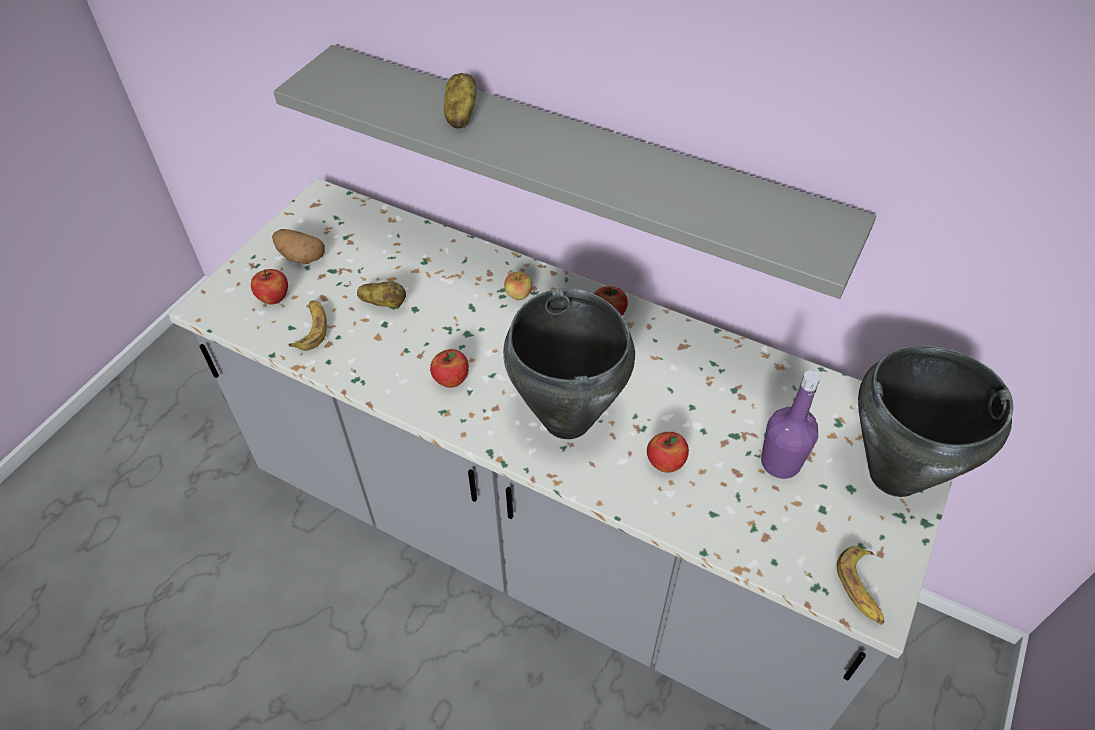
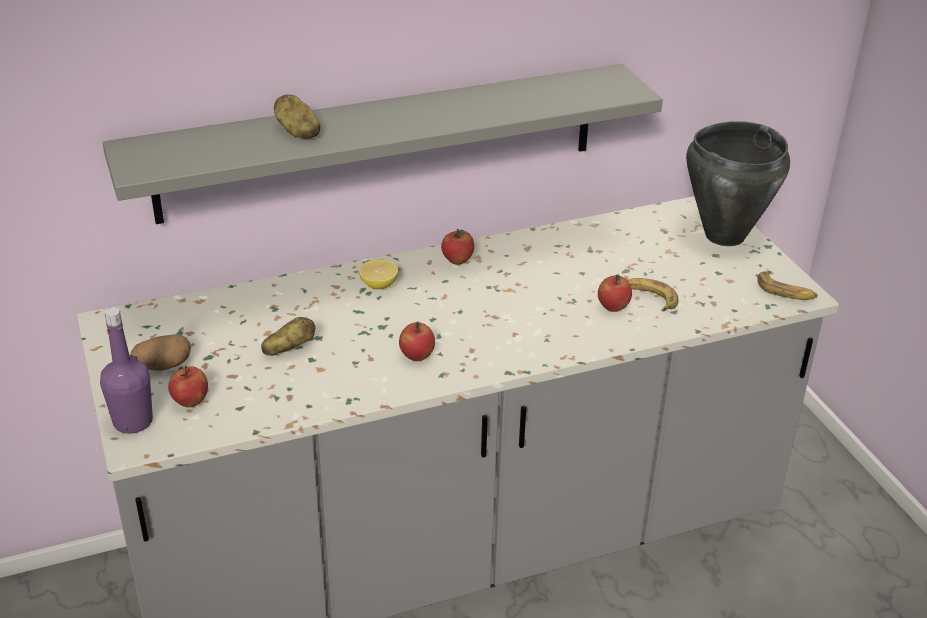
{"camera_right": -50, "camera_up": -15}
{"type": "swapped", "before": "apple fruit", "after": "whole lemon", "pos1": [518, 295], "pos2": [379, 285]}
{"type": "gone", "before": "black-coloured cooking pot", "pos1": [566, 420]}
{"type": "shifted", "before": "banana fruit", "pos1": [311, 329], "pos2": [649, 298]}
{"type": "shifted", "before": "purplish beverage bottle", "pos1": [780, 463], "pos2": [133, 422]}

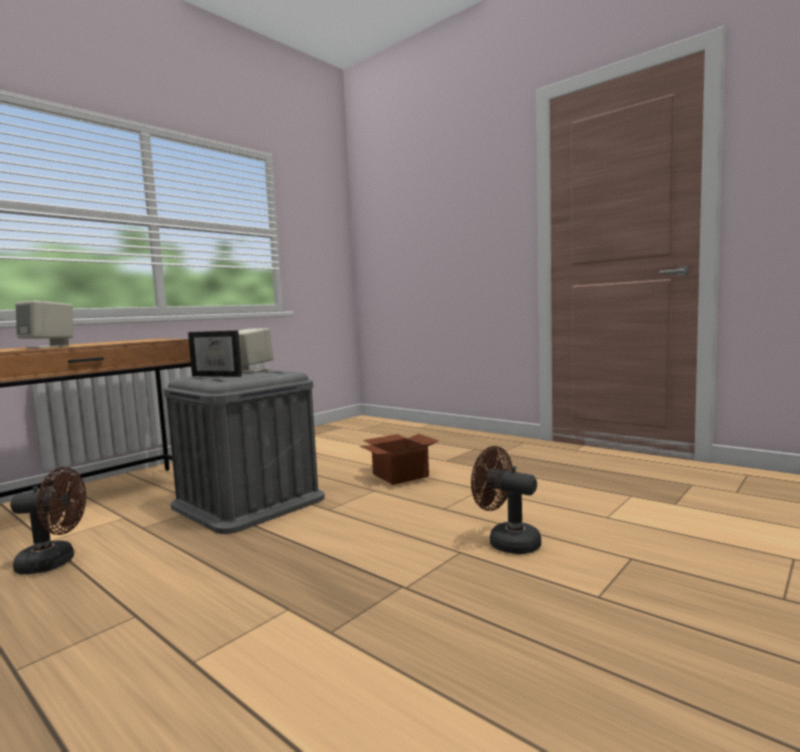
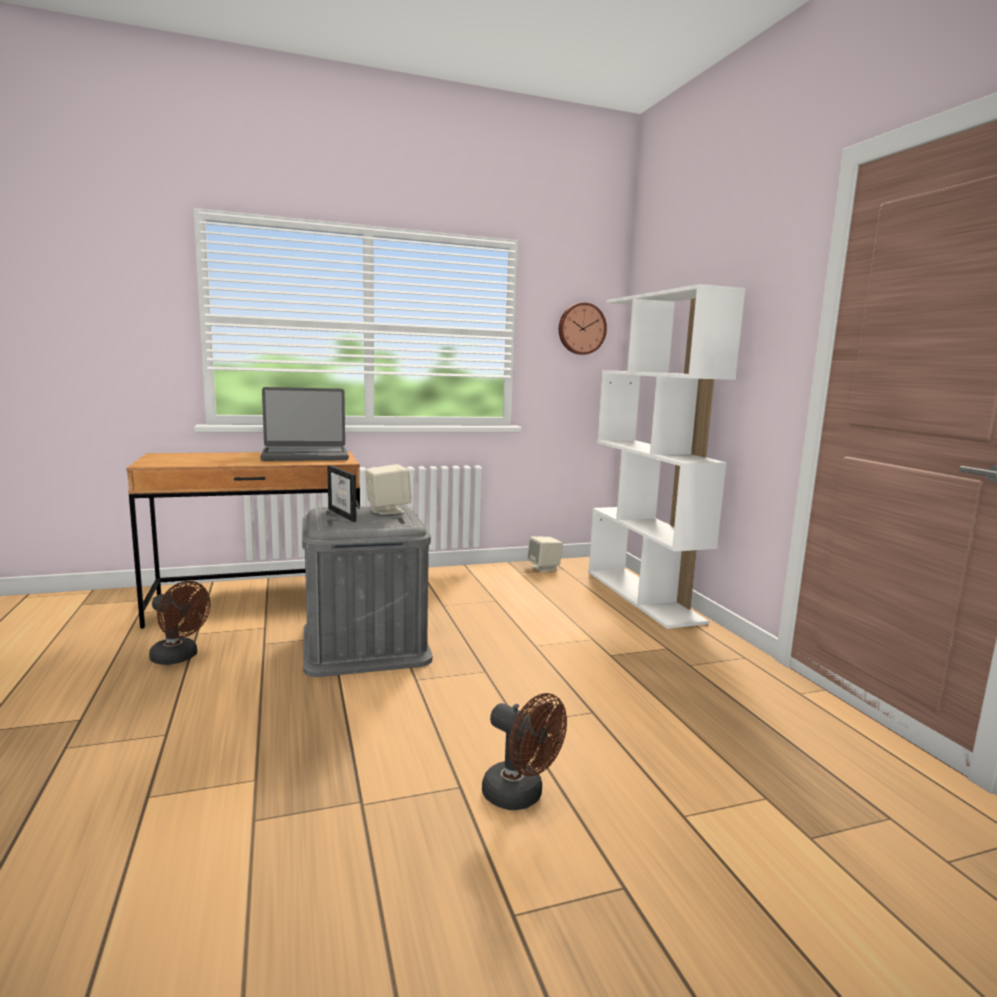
{"camera_right": 30, "camera_up": 5}
{"type": "shifted", "before": "beige speaker", "pos1": [48, 347], "pos2": [544, 568]}
{"type": "gone", "before": "packing box", "pos1": [400, 475]}
{"type": "rotated", "before": "brownish fan", "pos1": [506, 542], "pos2": [520, 796], "turn": 150}
{"type": "new", "after": "whitish shelving unit", "pos2": [644, 596]}
{"type": "new", "after": "wall clock", "pos2": [581, 329]}
{"type": "new", "after": "portable computer", "pos2": [305, 456]}

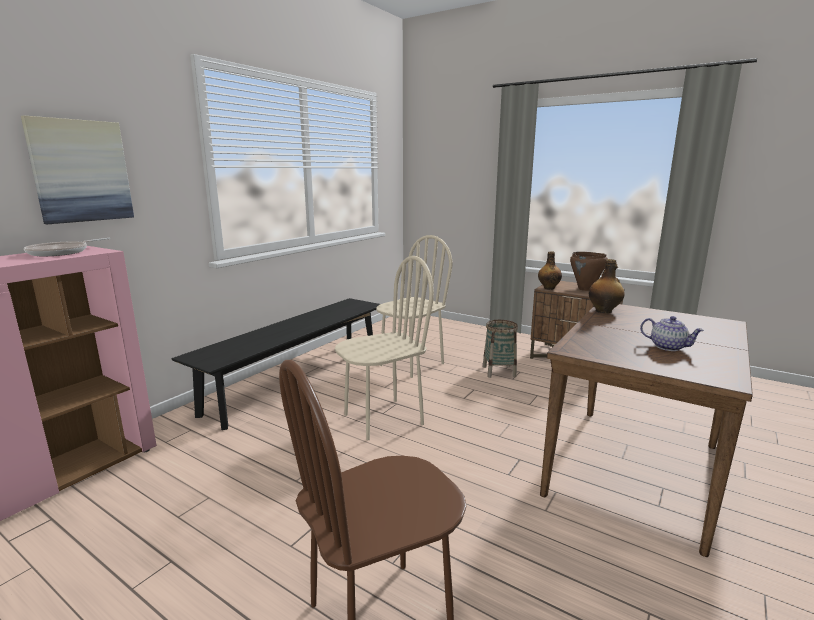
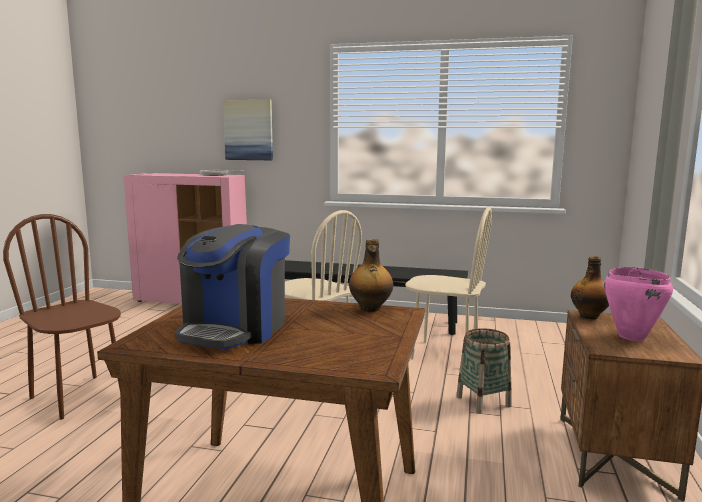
{"camera_right": 70, "camera_up": -5}
{"type": "repainted", "before": "brownish cooking pot", "after": "pinkish cooking pot", "pos1": [585, 289], "pos2": [631, 336]}
{"type": "swapped", "before": "teapot", "after": "coffee brewer", "pos1": [668, 347], "pos2": [235, 329]}

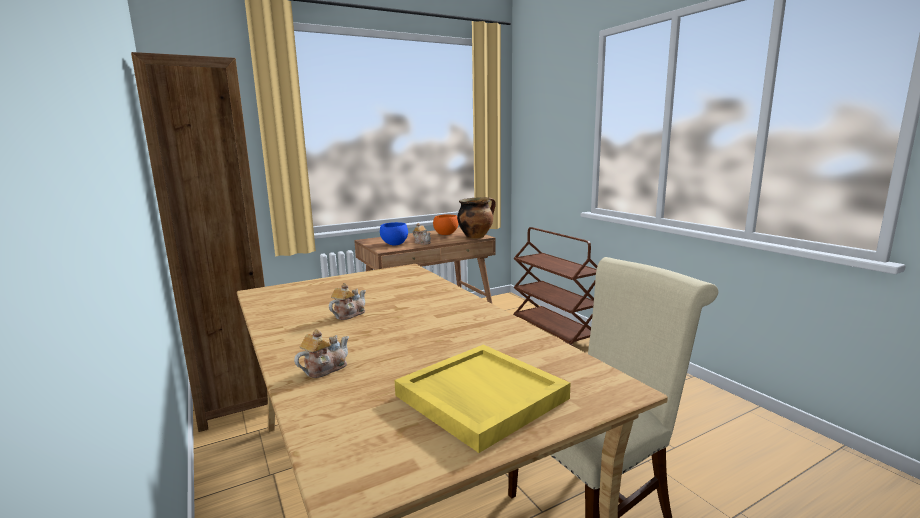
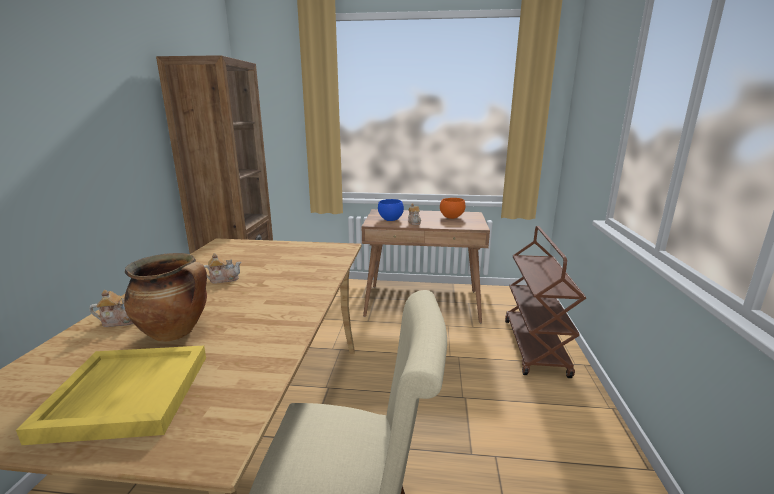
{"camera_right": 35, "camera_up": 5}
{"type": "shifted", "before": "cooking pot", "pos1": [476, 236], "pos2": [176, 332]}

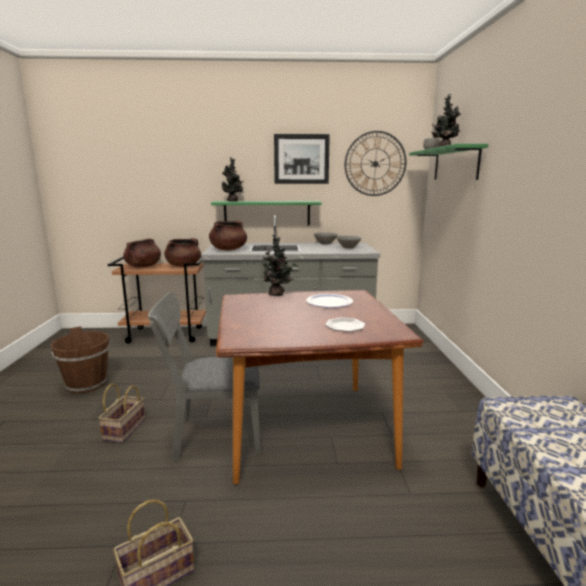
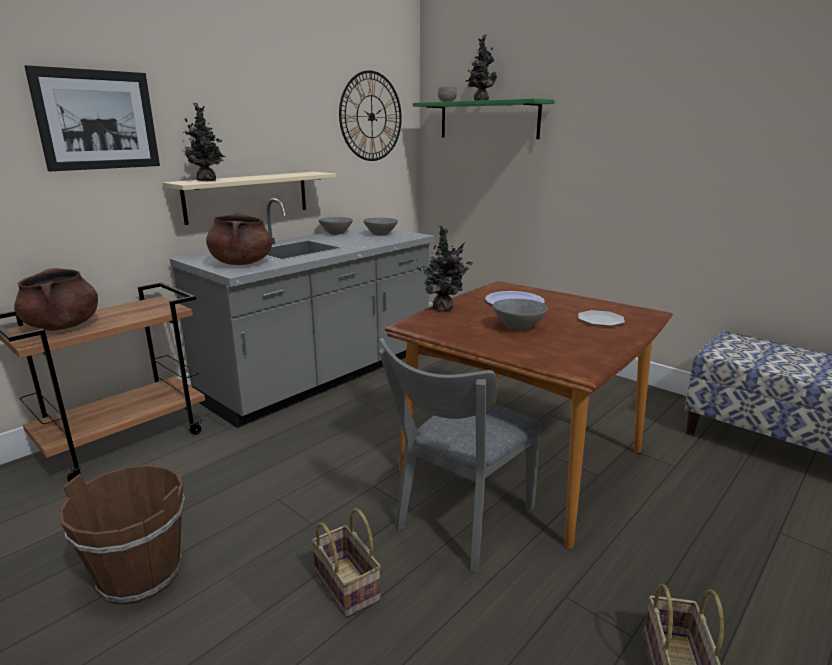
{"camera_right": -45, "camera_up": 5}
{"type": "shifted", "before": "wall picture", "pos1": [301, 159], "pos2": [97, 120]}
{"type": "repainted", "before": "green bracket shelf", "after": "beige bracket shelf", "pos1": [267, 213], "pos2": [248, 196]}
{"type": "gone", "before": "brownish cooking pot", "pos1": [183, 266]}
{"type": "new", "after": "grey deep dish", "pos2": [519, 327]}

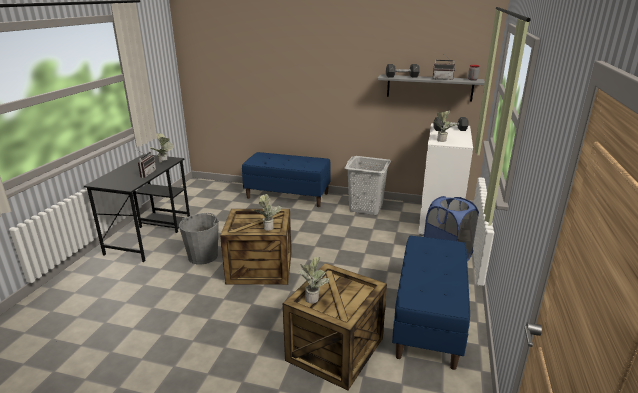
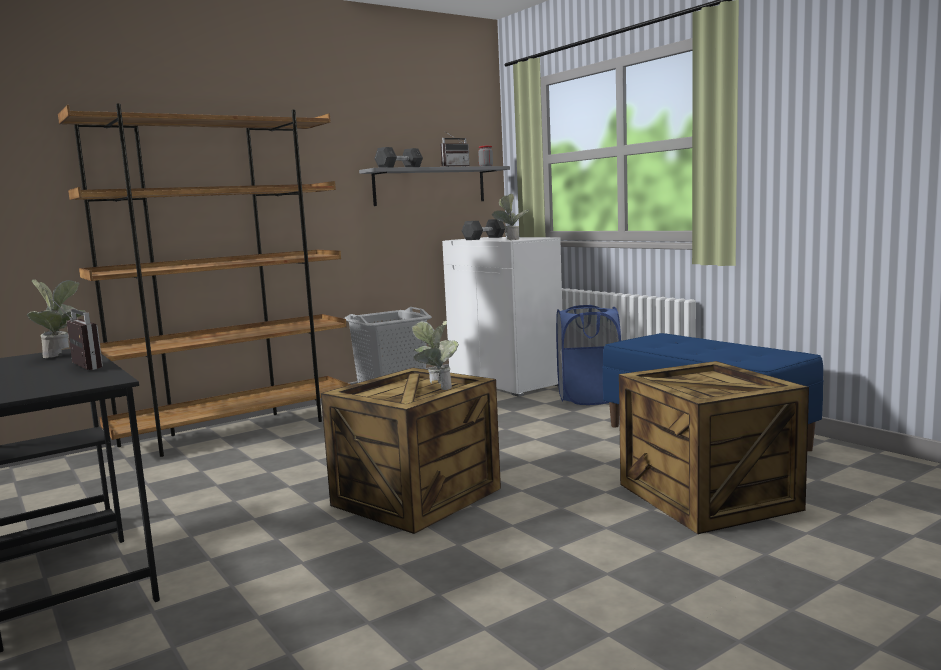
{"camera_right": -50, "camera_up": -15}
{"type": "swapped", "before": "blue long seat", "after": "brownish shelving unit", "pos1": [288, 195], "pos2": [236, 430]}
{"type": "gone", "before": "grey pail", "pos1": [203, 256]}
{"type": "gone", "before": "houseplant", "pos1": [313, 297]}

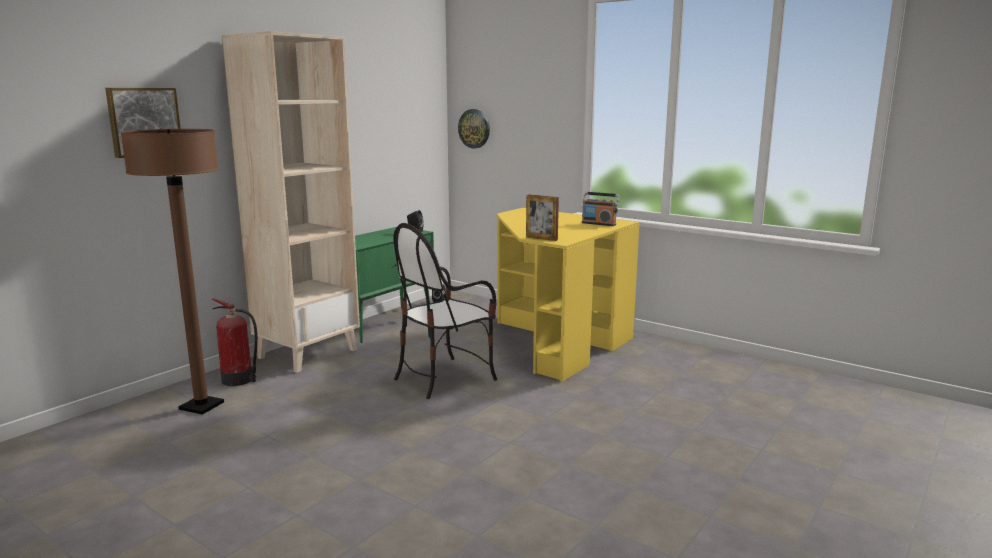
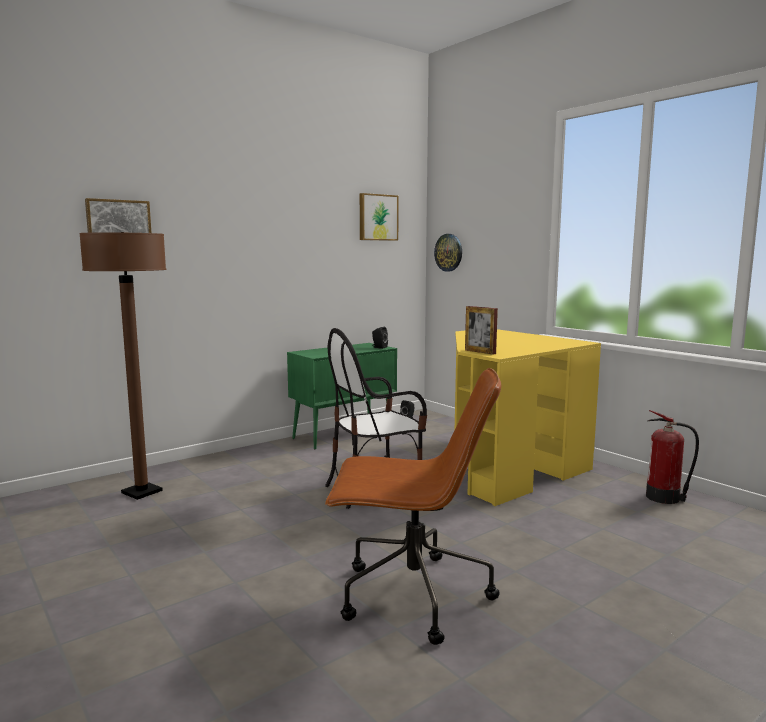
{"camera_right": 15, "camera_up": -5}
{"type": "gone", "before": "beige shelving unit", "pos1": [308, 353]}
{"type": "gone", "before": "radio set", "pos1": [599, 224]}
{"type": "shifted", "before": "fire extinguisher", "pos1": [239, 380], "pos2": [665, 498]}
{"type": "new", "after": "wall picture", "pos2": [377, 217]}
{"type": "new", "after": "brownish office chair", "pos2": [411, 596]}

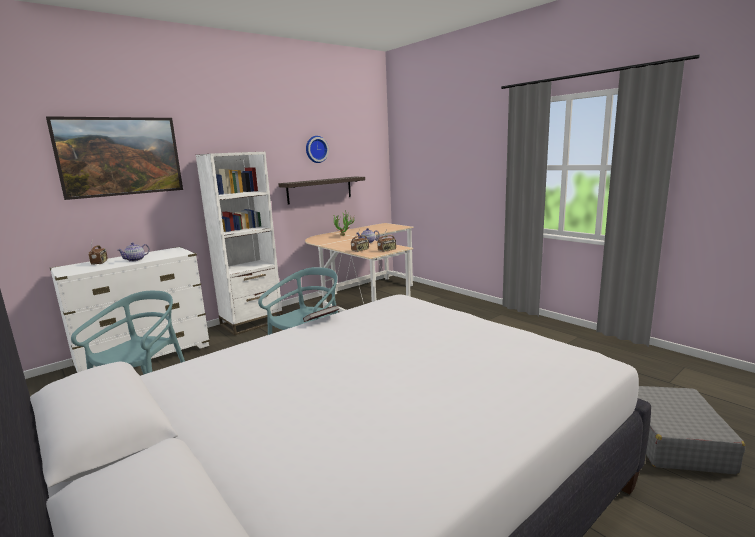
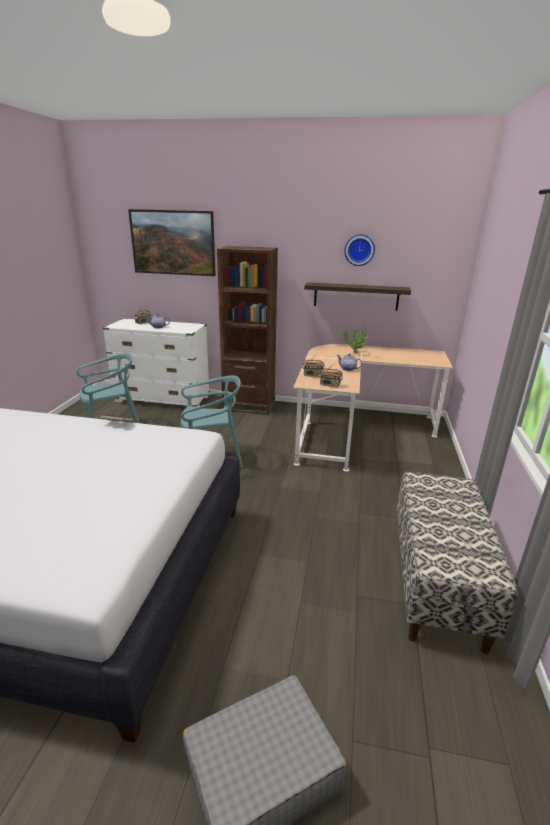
{"camera_right": 50, "camera_up": 10}
{"type": "repainted", "before": "whitish shelving unit", "after": "brownish shelving unit", "pos1": [252, 323], "pos2": [249, 406]}
{"type": "new", "after": "long seat", "pos2": [437, 581]}

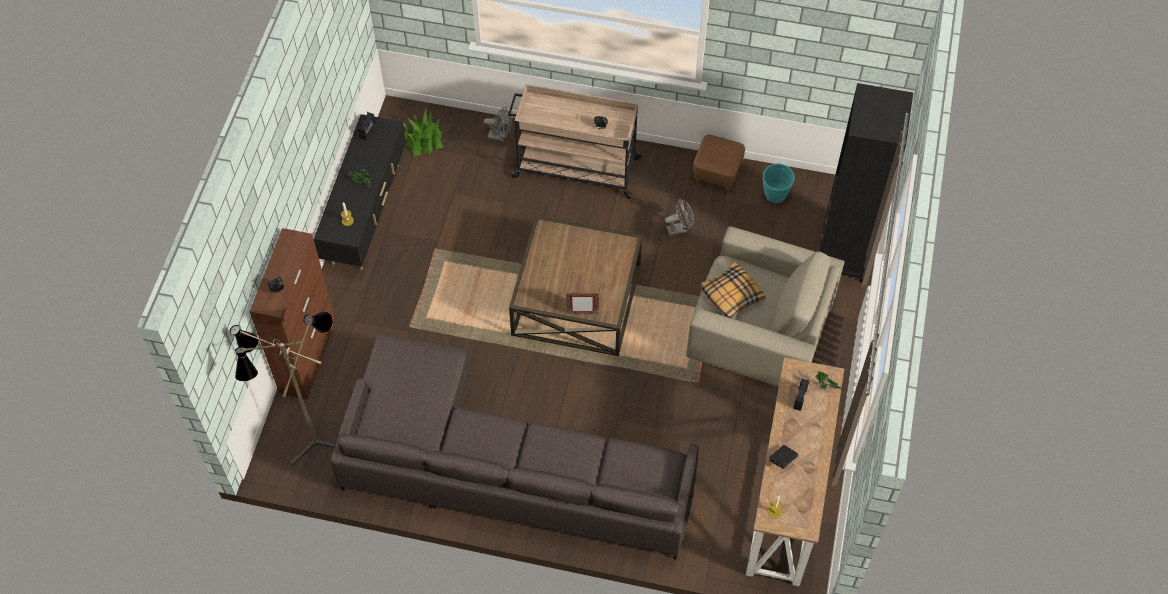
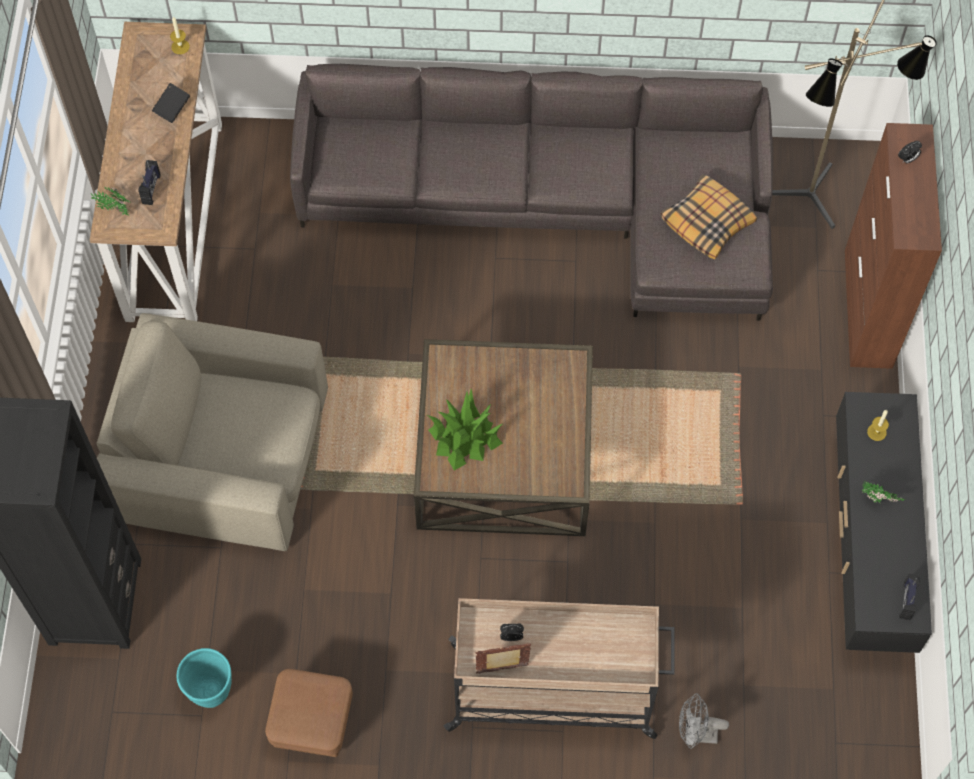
{"camera_right": 170, "camera_up": 5}
{"type": "shifted", "before": "houseplant", "pos1": [424, 140], "pos2": [464, 437]}
{"type": "gone", "before": "grey fan", "pos1": [679, 228]}
{"type": "shifted", "before": "cushion", "pos1": [731, 295], "pos2": [708, 222]}
{"type": "shifted", "before": "photo frame", "pos1": [582, 314], "pos2": [502, 669]}

